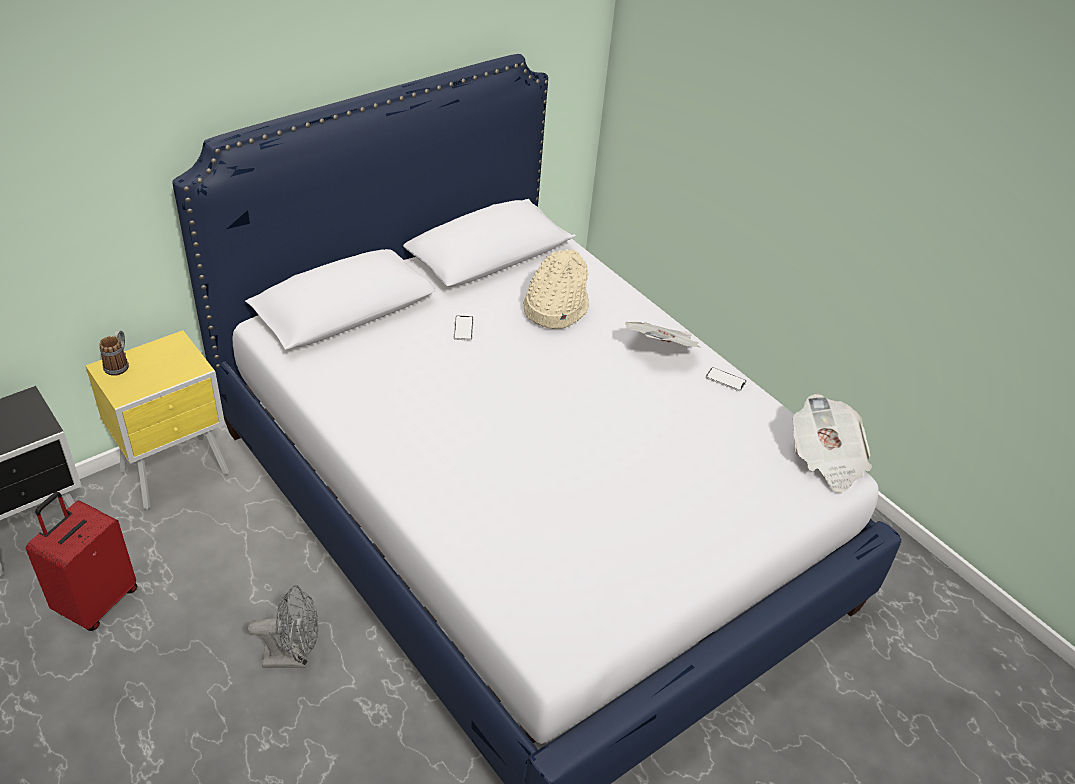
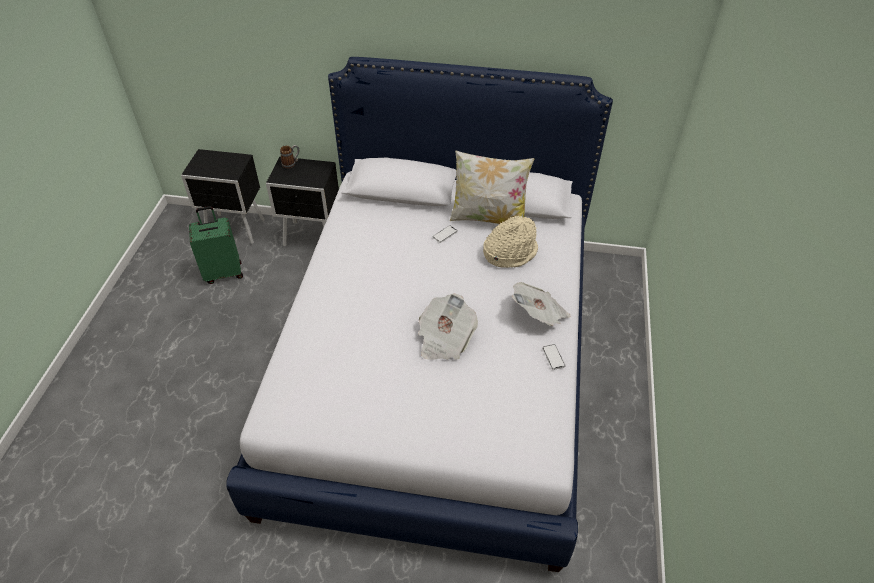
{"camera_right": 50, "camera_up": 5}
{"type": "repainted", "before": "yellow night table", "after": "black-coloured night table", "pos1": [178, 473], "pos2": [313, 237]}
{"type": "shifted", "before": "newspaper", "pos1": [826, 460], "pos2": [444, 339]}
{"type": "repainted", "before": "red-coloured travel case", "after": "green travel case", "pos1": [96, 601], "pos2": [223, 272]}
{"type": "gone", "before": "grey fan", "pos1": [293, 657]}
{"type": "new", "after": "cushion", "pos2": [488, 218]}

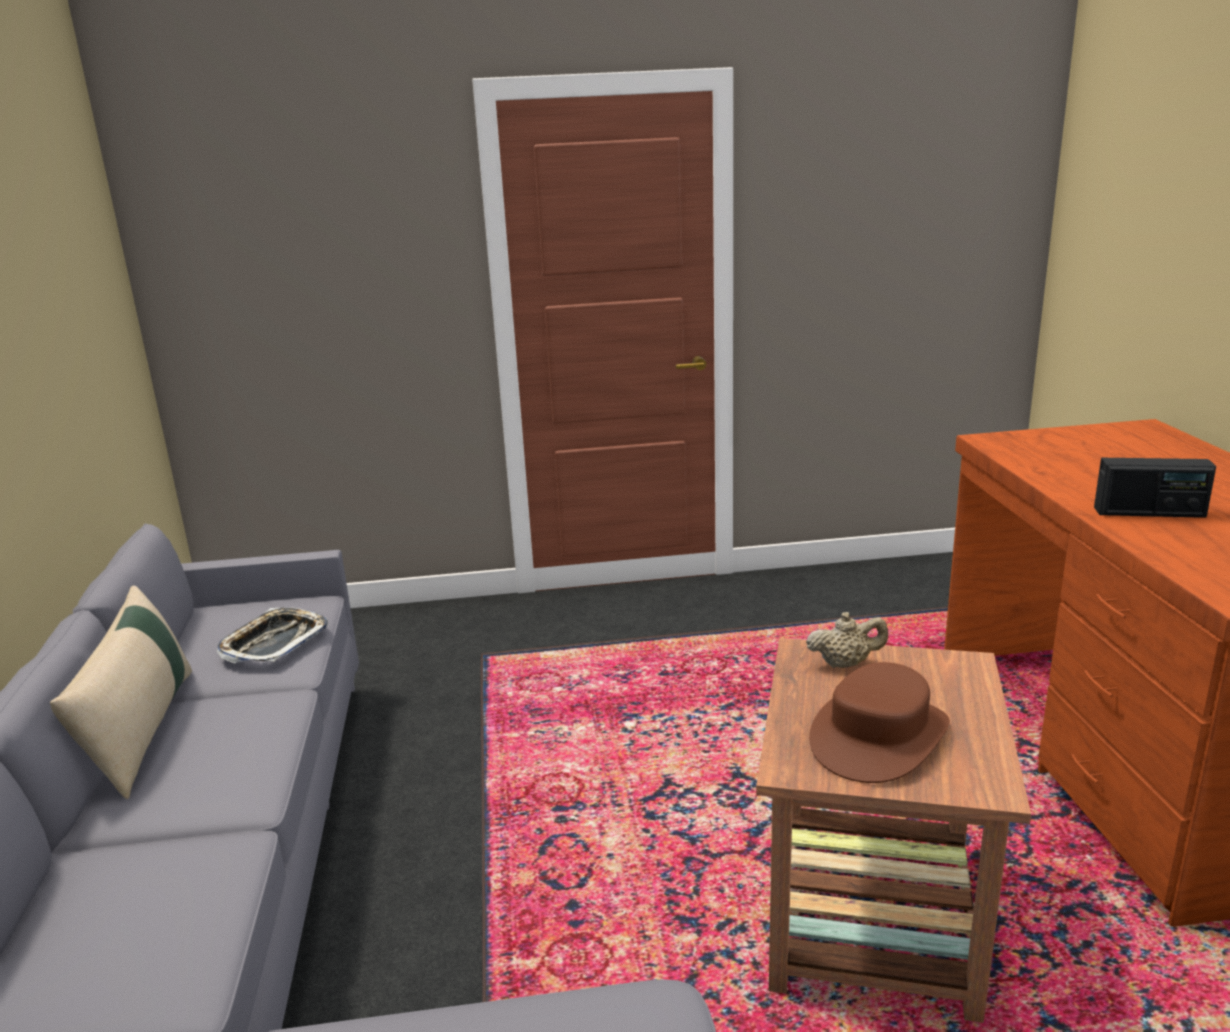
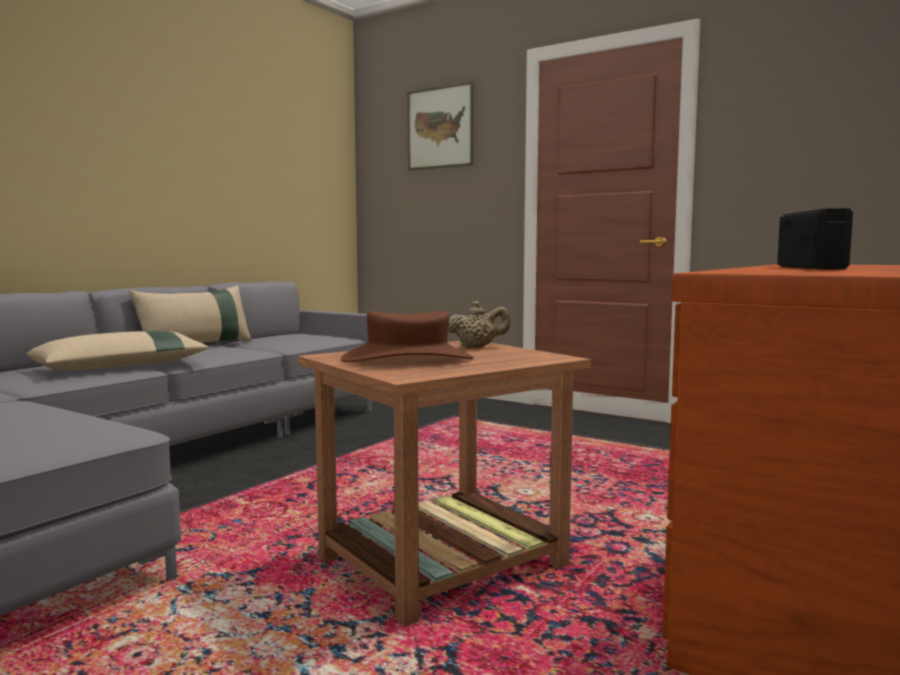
{"camera_right": 40, "camera_up": -15}
{"type": "rotated", "before": "radio set", "pos1": [1149, 512], "pos2": [811, 268], "turn": -135}
{"type": "gone", "before": "tray", "pos1": [274, 642]}
{"type": "rotated", "before": "beige teapot", "pos1": [845, 664], "pos2": [477, 347], "turn": -45}
{"type": "new", "after": "wall picture", "pos2": [440, 127]}
{"type": "new", "after": "beige cushion", "pos2": [122, 367]}

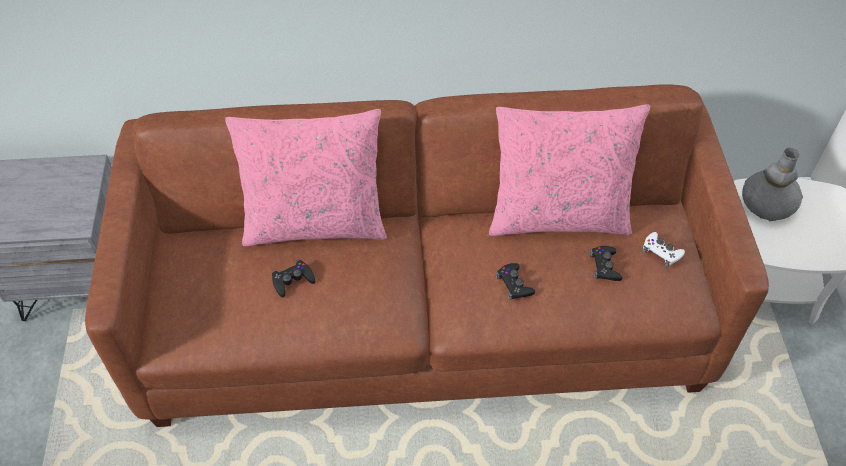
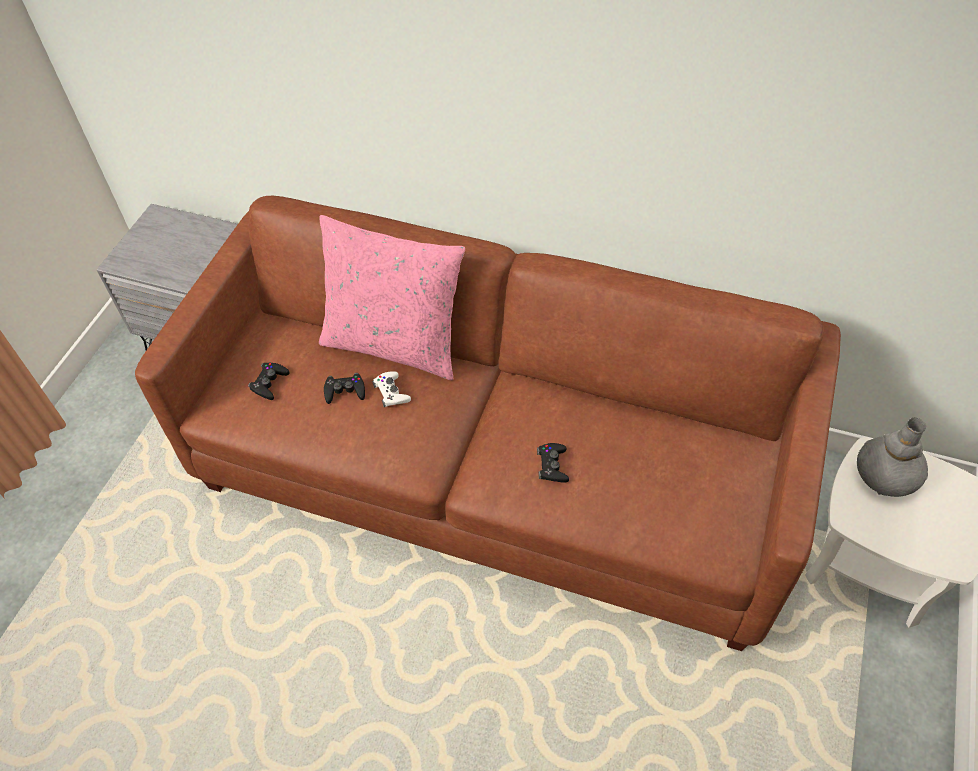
{"camera_right": 25, "camera_up": 0}
{"type": "gone", "before": "pinkish cushion", "pos1": [557, 215]}
{"type": "shifted", "before": "whitish game controller", "pos1": [661, 252], "pos2": [391, 392]}
{"type": "shifted", "before": "black-coloured game controller", "pos1": [604, 266], "pos2": [269, 383]}

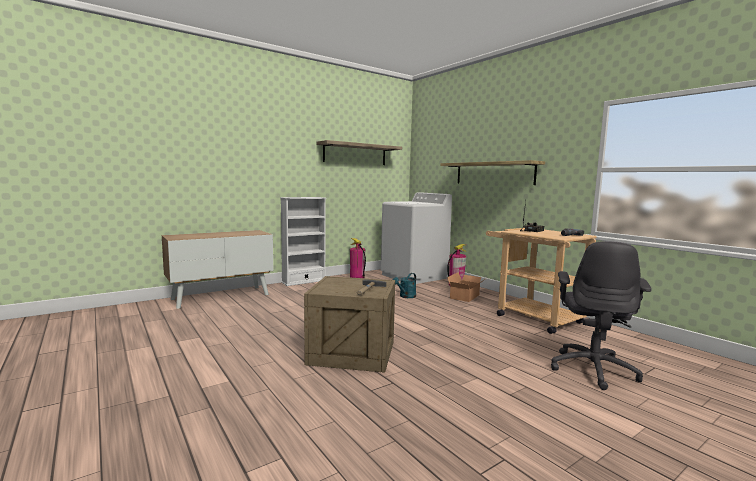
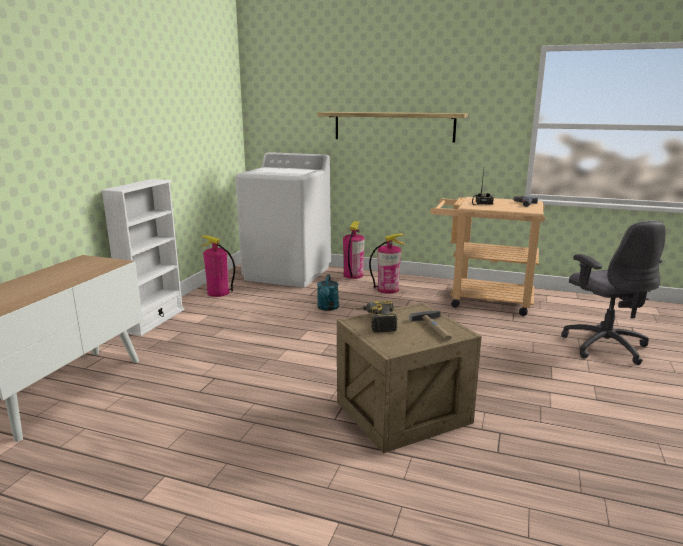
{"camera_right": -35, "camera_up": 10}
{"type": "gone", "before": "bracket shelf", "pos1": [355, 154]}
{"type": "swapped", "before": "packing box", "after": "fire extinguisher", "pos1": [466, 296], "pos2": [388, 289]}
{"type": "new", "after": "power drill", "pos2": [376, 322]}

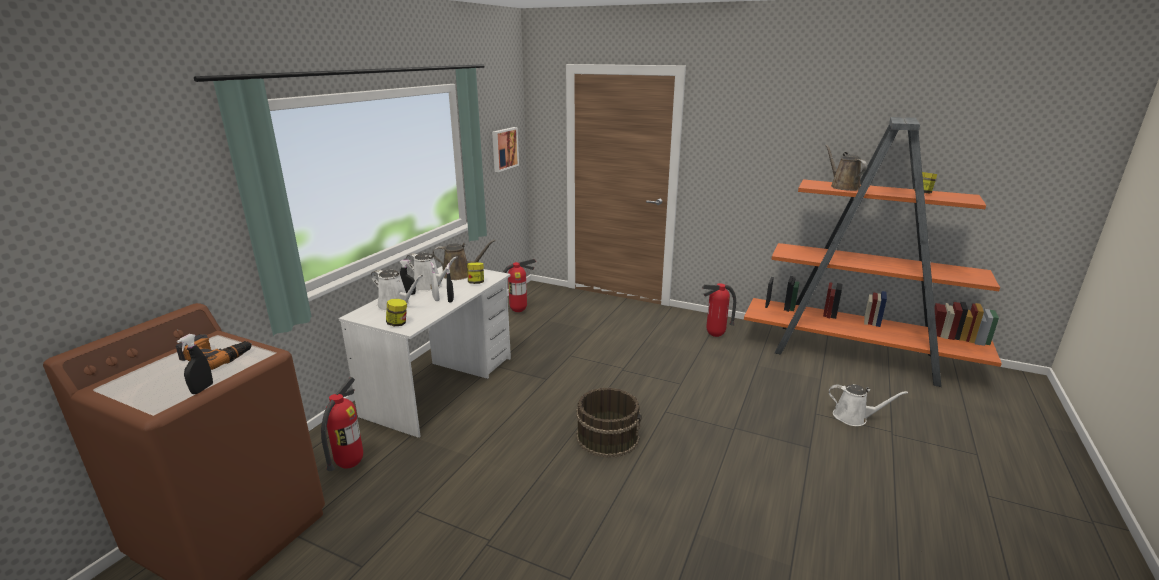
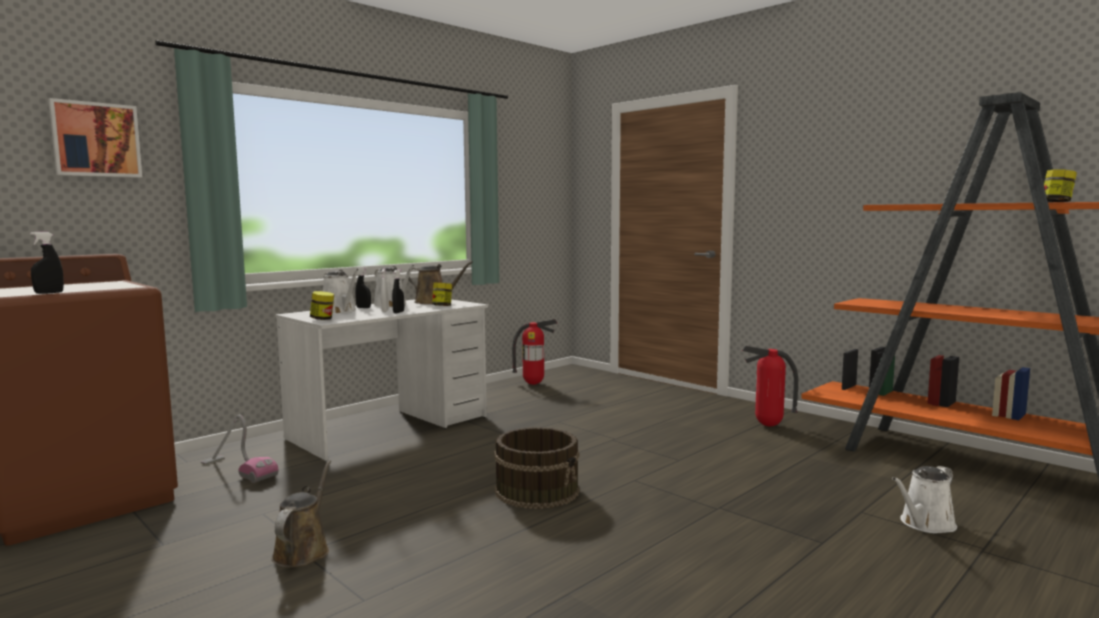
{"camera_right": 20, "camera_up": -15}
{"type": "shifted", "before": "wall picture", "pos1": [504, 149], "pos2": [96, 140]}
{"type": "shifted", "before": "brownish watering can", "pos1": [843, 187], "pos2": [303, 550]}
{"type": "gone", "before": "power drill", "pos1": [216, 356]}
{"type": "swapped", "before": "fire extinguisher", "after": "vacuum", "pos1": [349, 464], "pos2": [238, 470]}
{"type": "rotated", "before": "whitish watering can", "pos1": [853, 417], "pos2": [925, 524], "turn": 105}

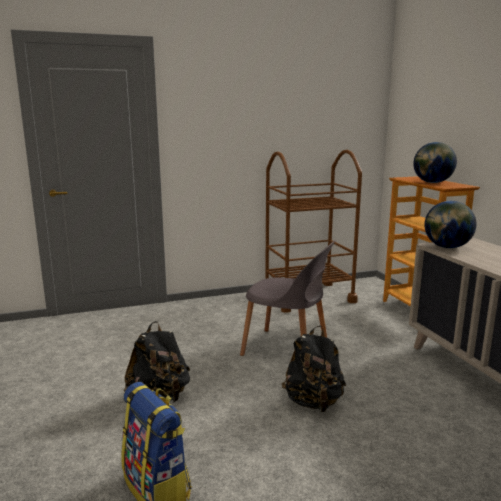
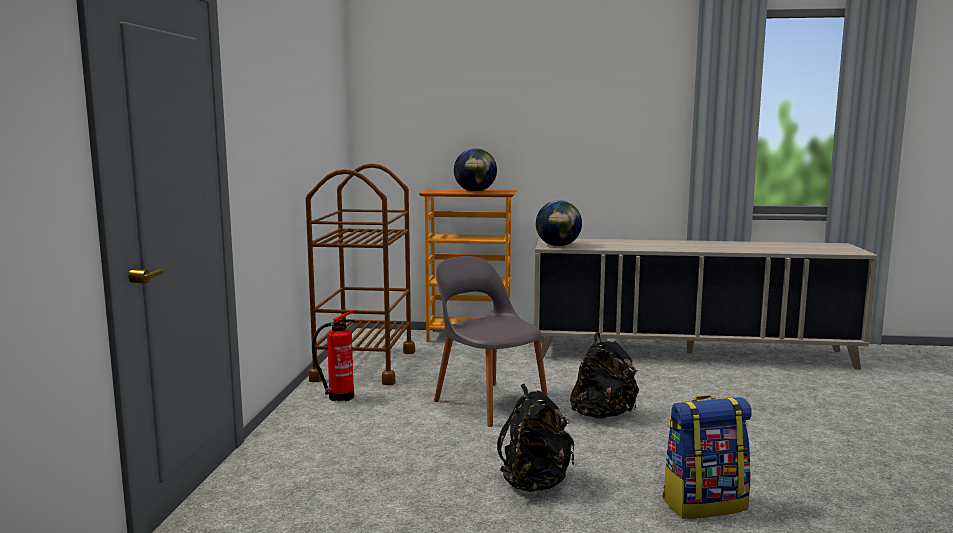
{"camera_right": -65, "camera_up": -5}
{"type": "rotated", "before": "grey plain chair", "pos1": [287, 350], "pos2": [489, 403], "turn": -90}
{"type": "new", "after": "fire extinguisher", "pos2": [338, 397]}

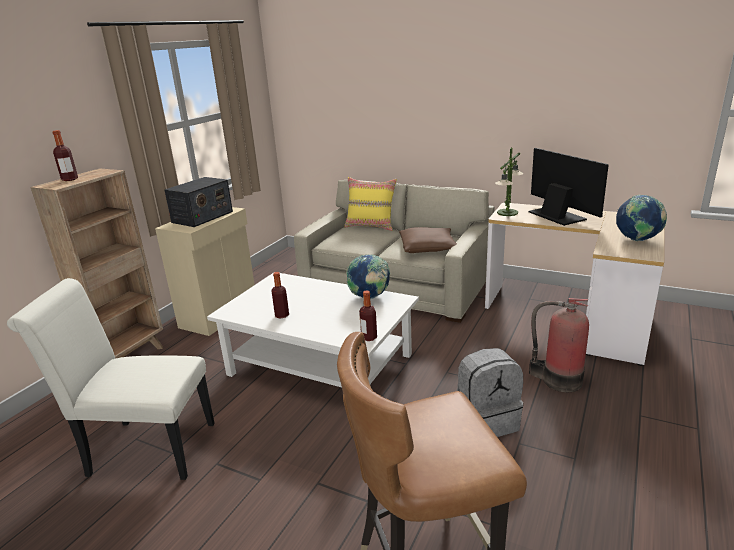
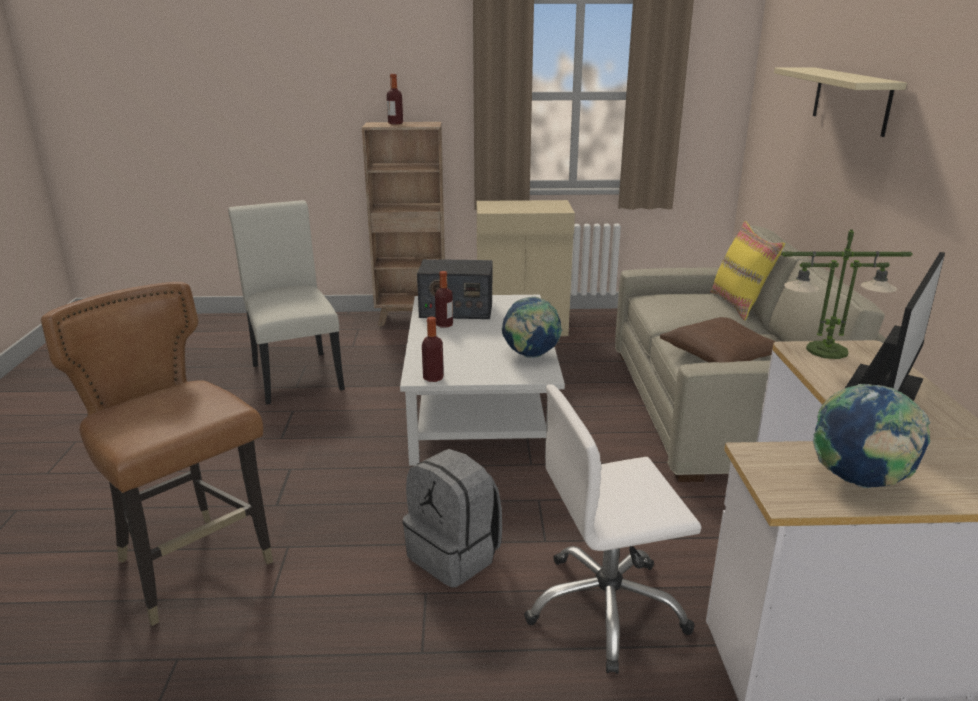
{"camera_right": 60, "camera_up": 0}
{"type": "shifted", "before": "radio set", "pos1": [202, 217], "pos2": [455, 310]}
{"type": "swapped", "before": "fire extinguisher", "after": "whitish office chair", "pos1": [558, 380], "pos2": [606, 608]}
{"type": "new", "after": "beige bracket shelf", "pos2": [850, 100]}

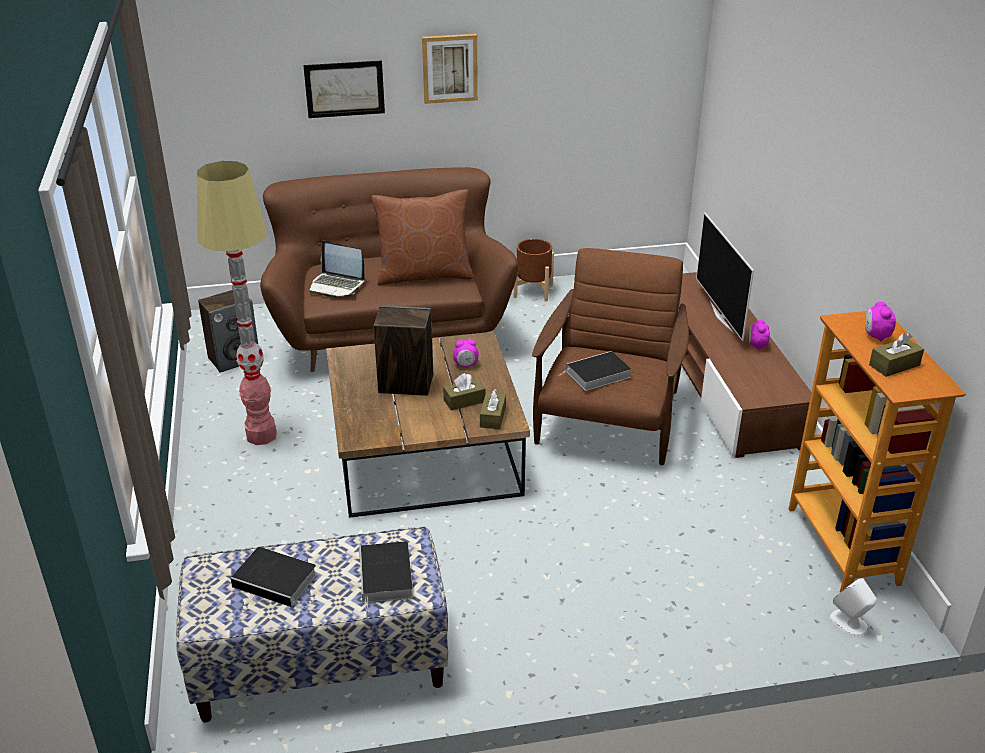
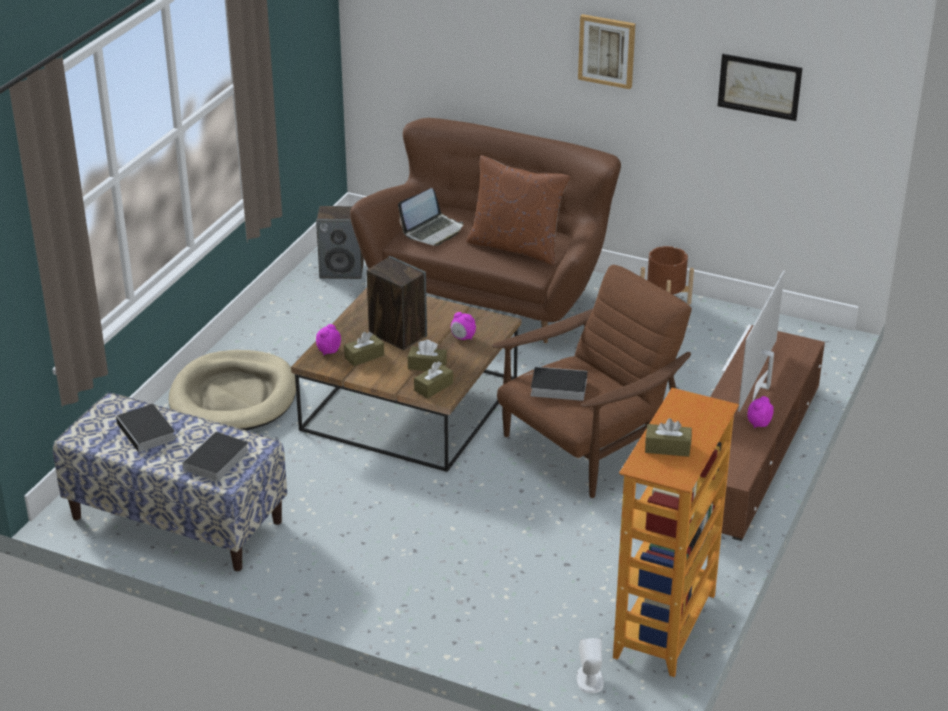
{"camera_right": 35, "camera_up": 0}
{"type": "shifted", "before": "wall picture", "pos1": [344, 89], "pos2": [759, 86]}
{"type": "gone", "before": "standard lamp", "pos1": [261, 435]}
{"type": "rotated", "before": "portable computer", "pos1": [337, 285], "pos2": [433, 231], "turn": -105}
{"type": "shifted", "before": "table clock", "pos1": [876, 336], "pos2": [328, 351]}
{"type": "new", "after": "brownish box of tissues", "pos2": [364, 356]}
{"type": "new", "after": "beige pet bed", "pos2": [234, 397]}

